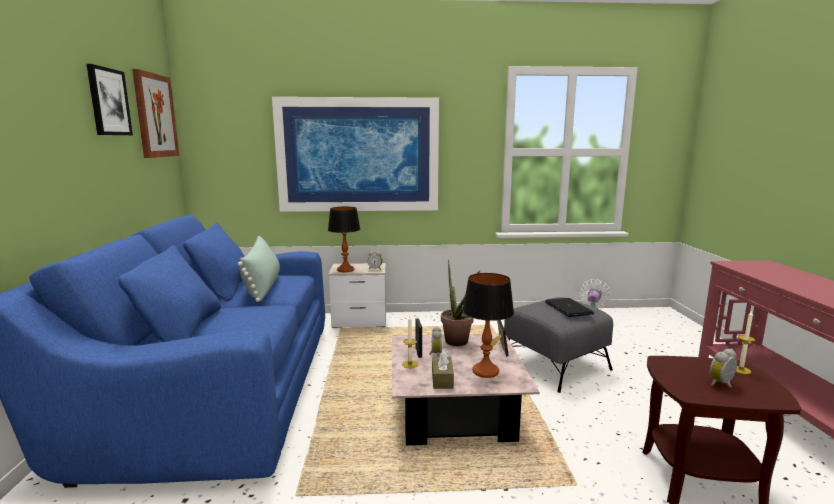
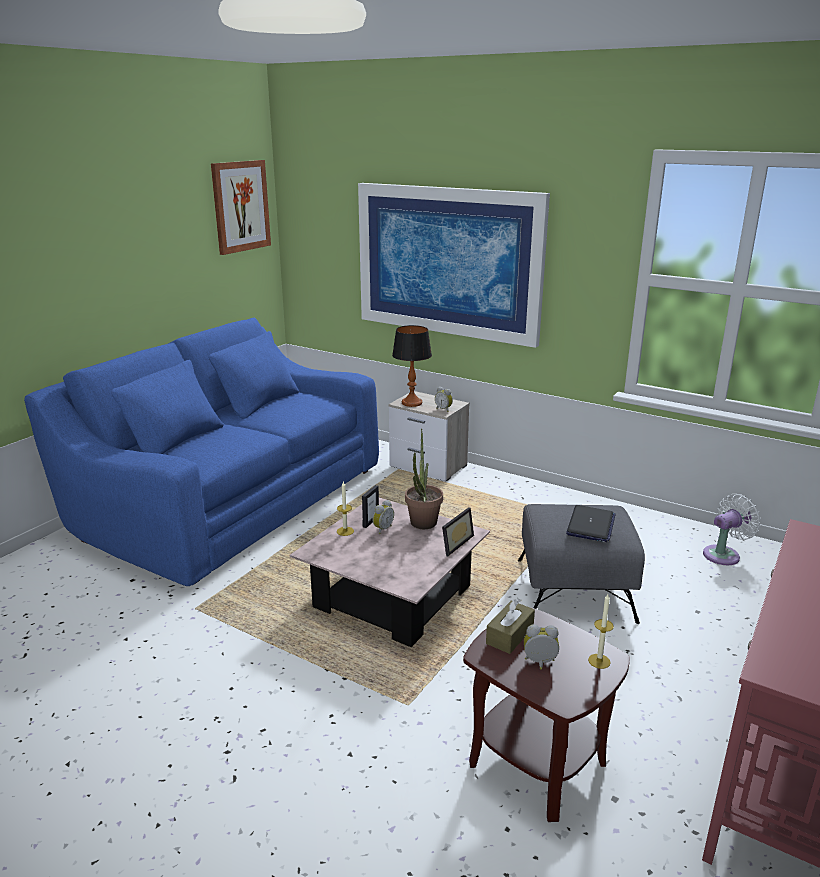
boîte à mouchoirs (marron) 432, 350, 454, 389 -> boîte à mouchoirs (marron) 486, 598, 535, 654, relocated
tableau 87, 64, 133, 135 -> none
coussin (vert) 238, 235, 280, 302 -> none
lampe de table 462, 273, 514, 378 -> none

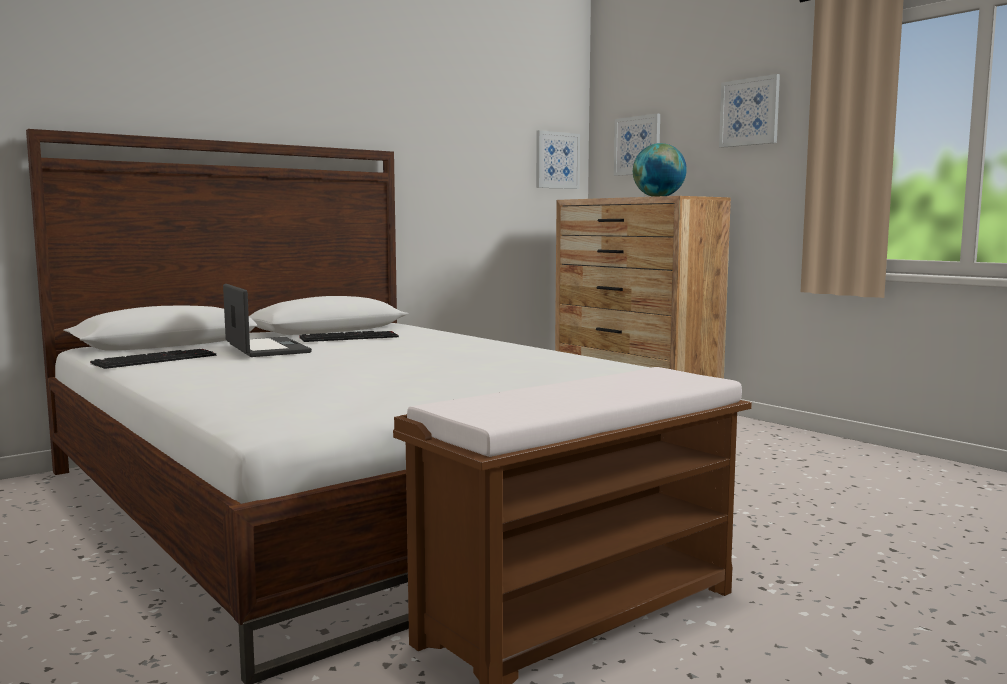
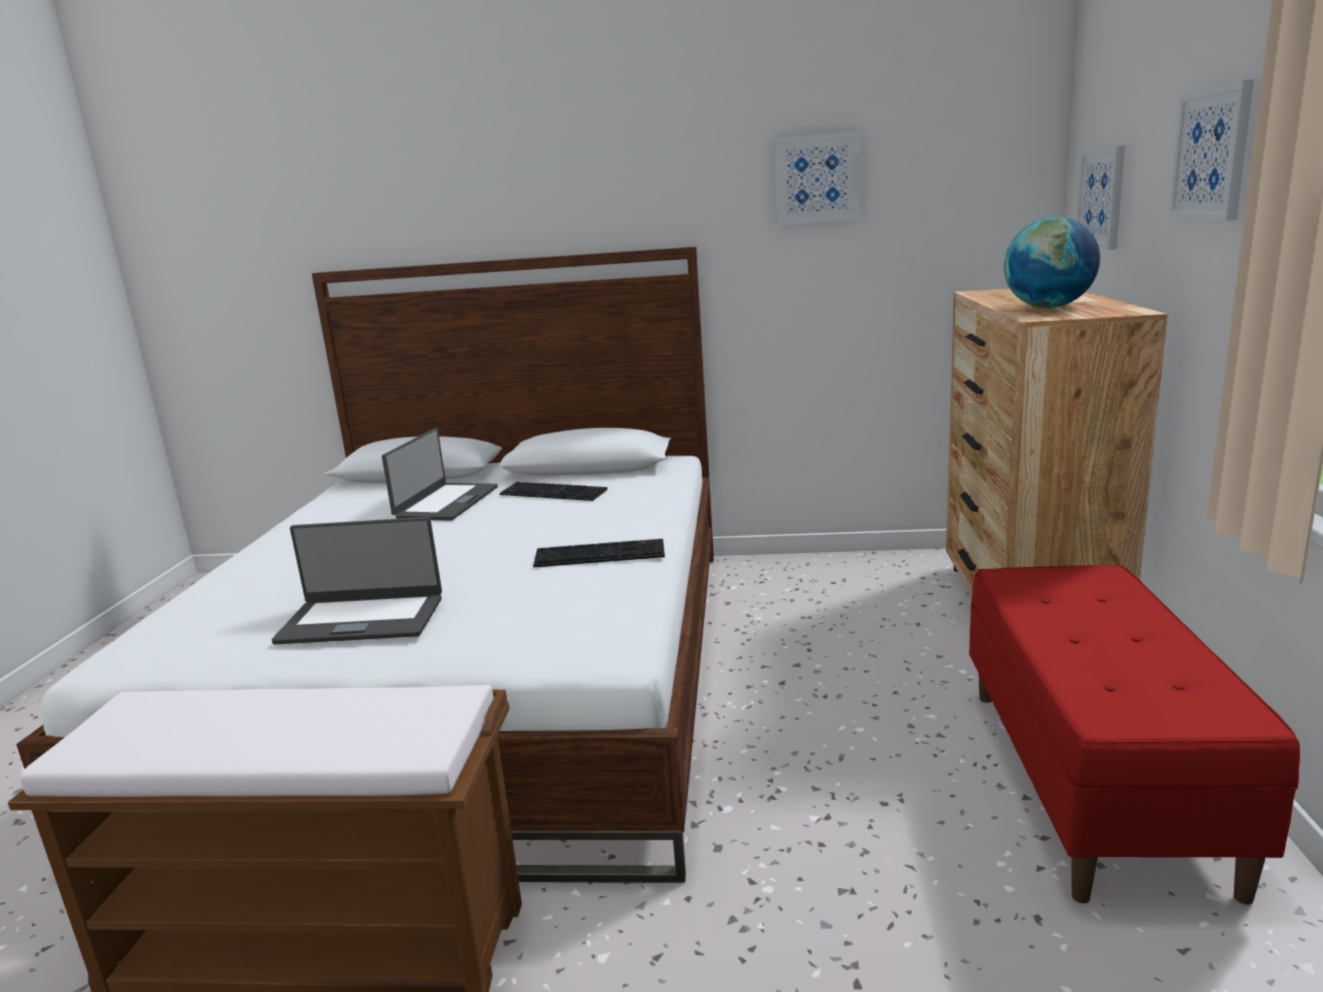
none -> ordinateur portable 272, 517, 442, 644
clavier 90, 349, 216, 369 -> clavier 533, 539, 665, 567, relocated
tableau 536, 130, 580, 189 -> tableau 774, 131, 860, 225, relocated
none -> banc (rouge) 969, 565, 1300, 905

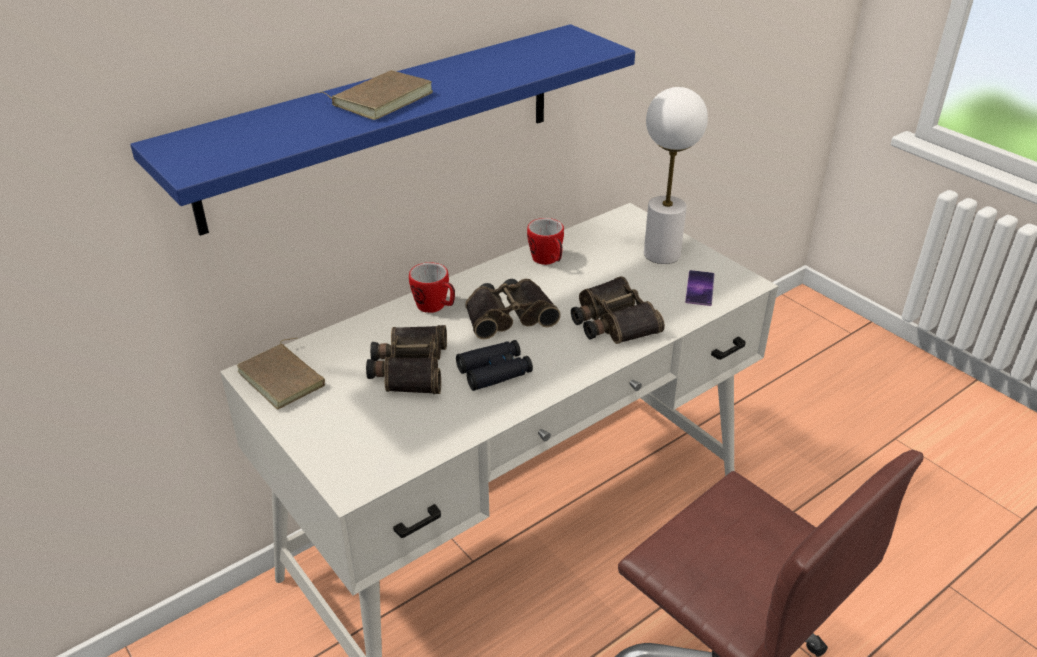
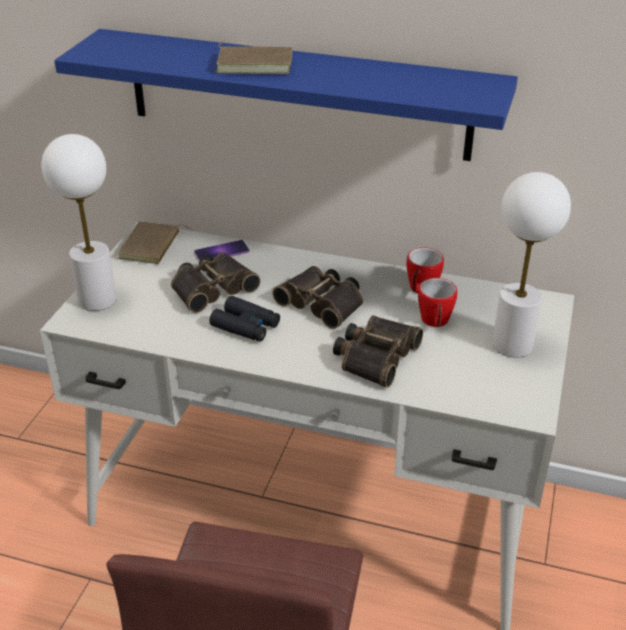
none -> lampe de table (blanc) 41, 134, 116, 311
téléphone 685, 270, 714, 306 -> téléphone 194, 240, 250, 261, relocated
mug 409, 262, 455, 313 -> mug 418, 278, 457, 327, relocated

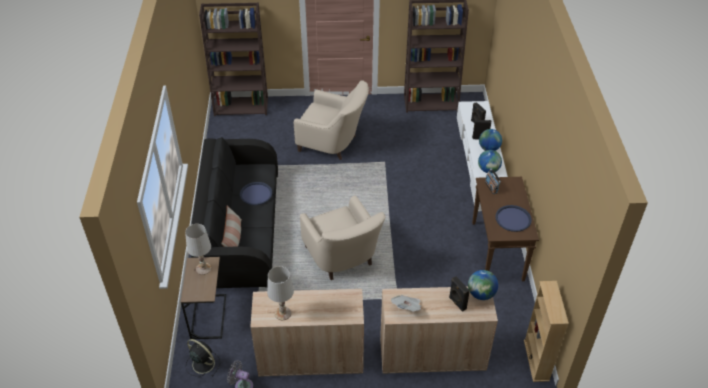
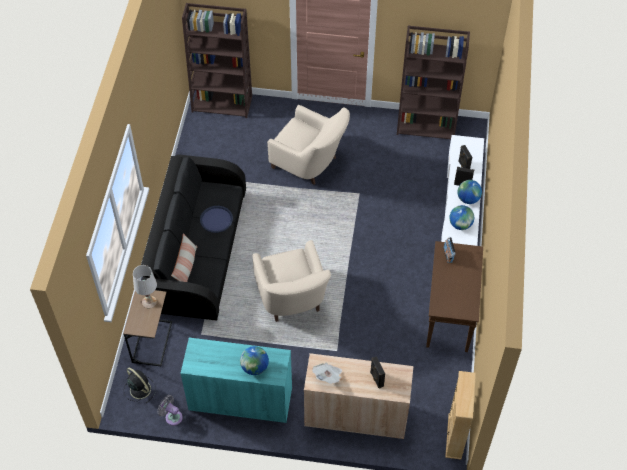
meuble de rangement (beige) 250, 289, 364, 377 -> meuble de rangement (turquoise) 180, 338, 292, 423
globe 468, 270, 498, 300 -> globe 240, 346, 269, 375, relocated
lampe de table (blanc) 267, 266, 294, 320 -> none
plateau (bleu) 495, 205, 532, 232 -> none

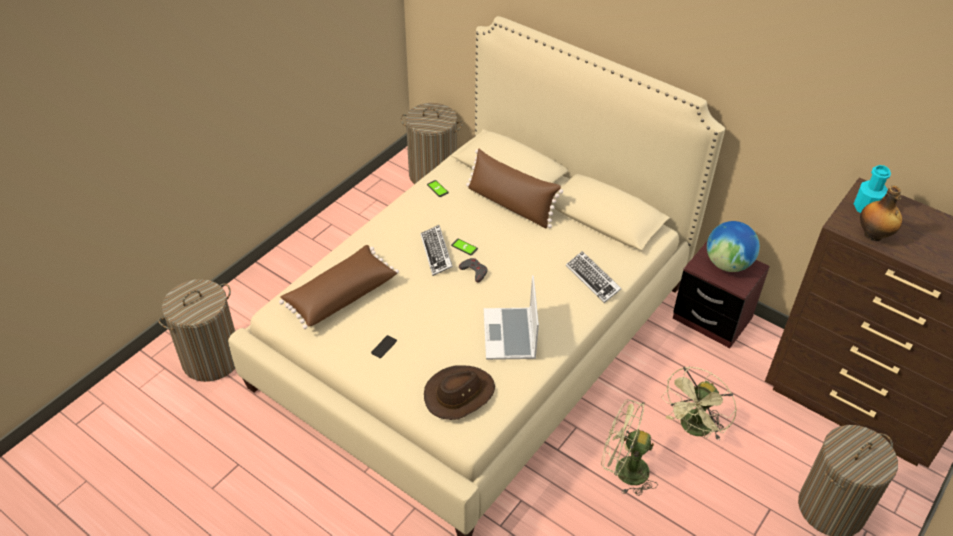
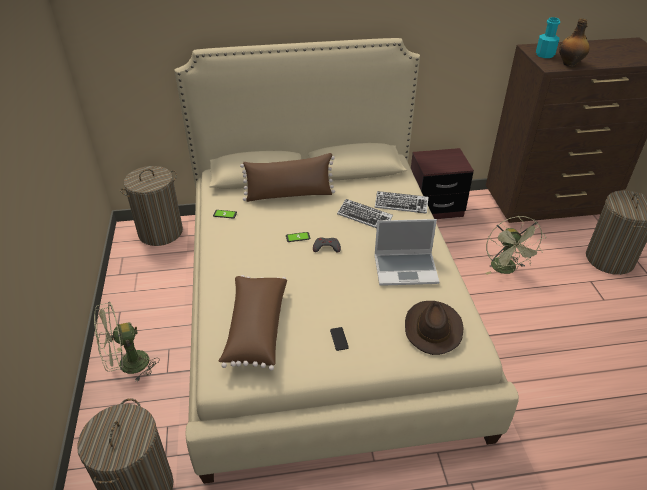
ventilateur (vert) 601, 399, 658, 496 -> ventilateur (vert) 94, 302, 159, 382, relocated
clavier 420, 225, 453, 276 -> clavier 337, 199, 393, 228, relocated
ordinateur portable 484, 275, 539, 360 -> ordinateur portable 374, 219, 439, 286, 45 degrees counterclockwise
globe 707, 221, 760, 272 -> none

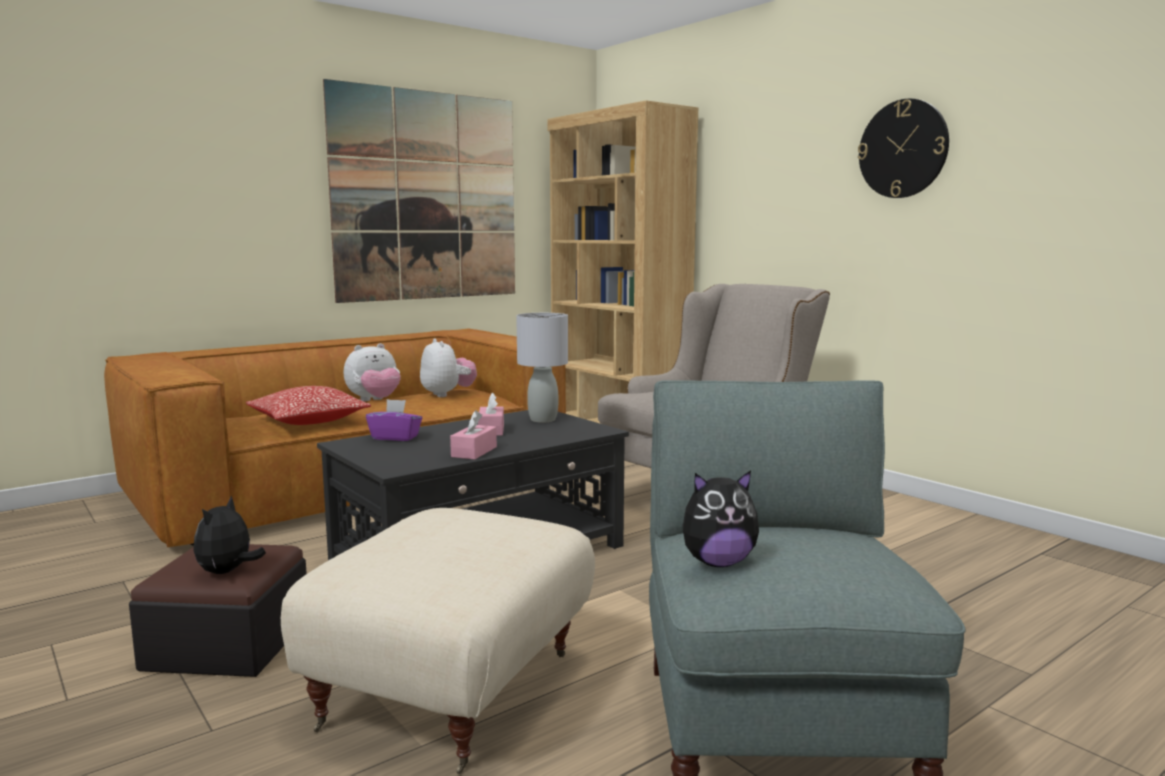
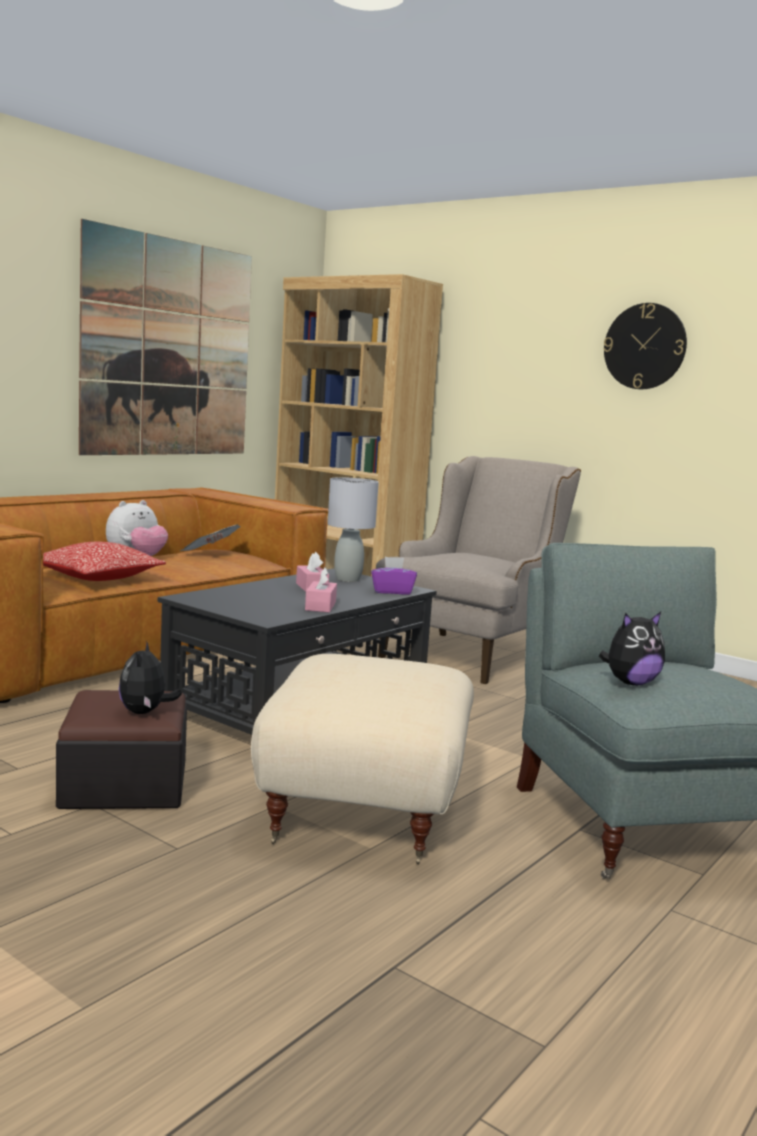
peluche 420, 339, 477, 397 -> journal 180, 524, 241, 551
boîte à mouchoirs (violet) 366, 399, 422, 441 -> boîte à mouchoirs (violet) 371, 557, 417, 595, relocated

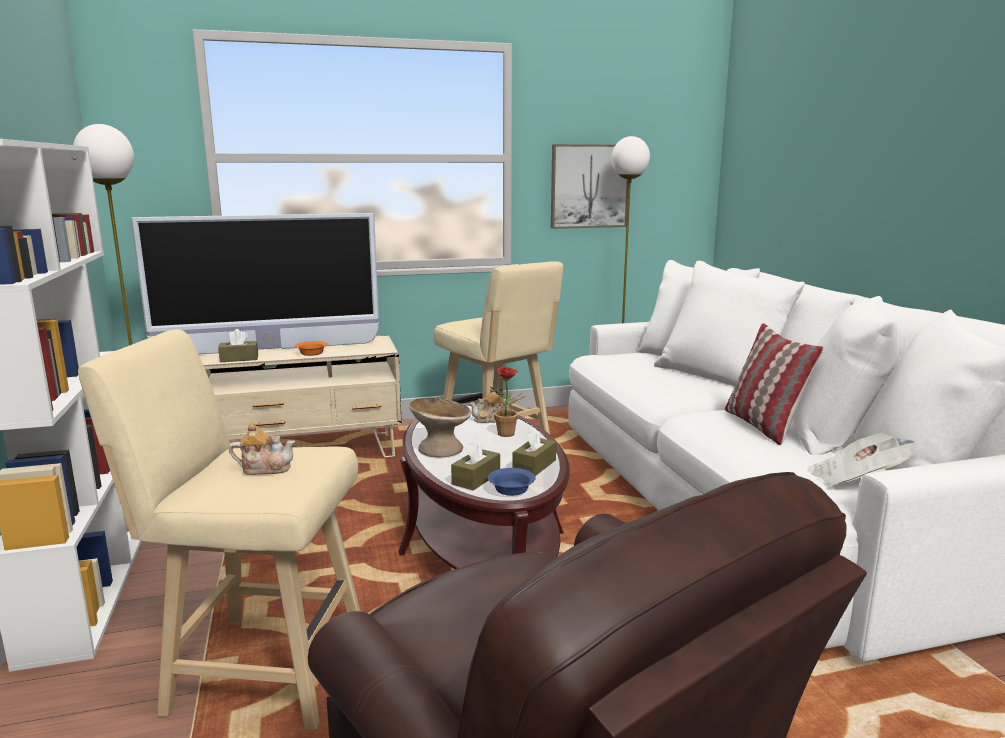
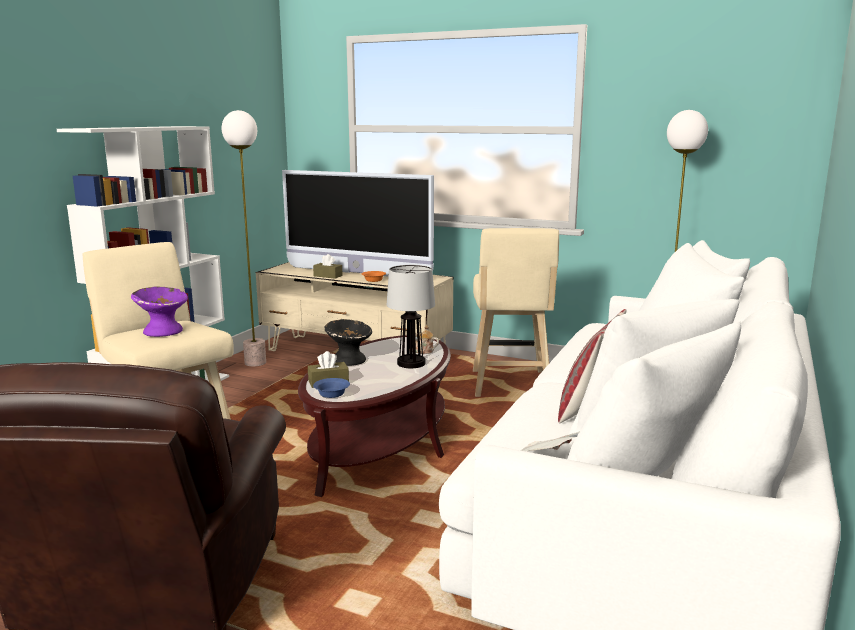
théière 229, 423, 296, 475 -> bol (violet) 131, 287, 188, 337
bol (beige) 409, 397, 472, 457 -> bol (noir) 324, 319, 372, 366
plante en pot 490, 367, 526, 437 -> lampe de table 387, 265, 435, 368
boîte à mouchoirs (marron) 512, 427, 556, 476 -> none
tableau 551, 144, 628, 229 -> none

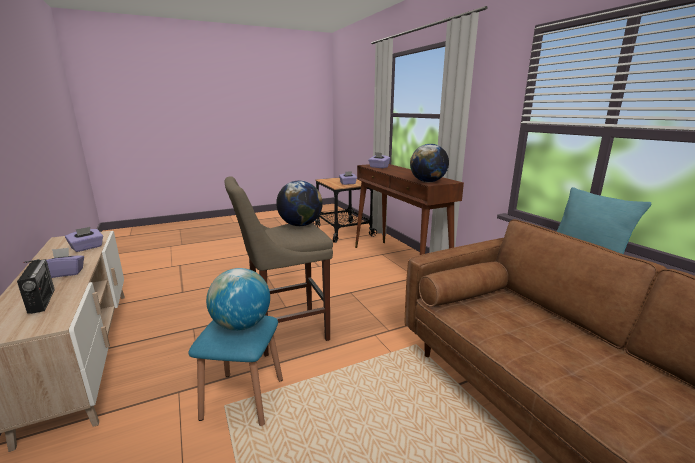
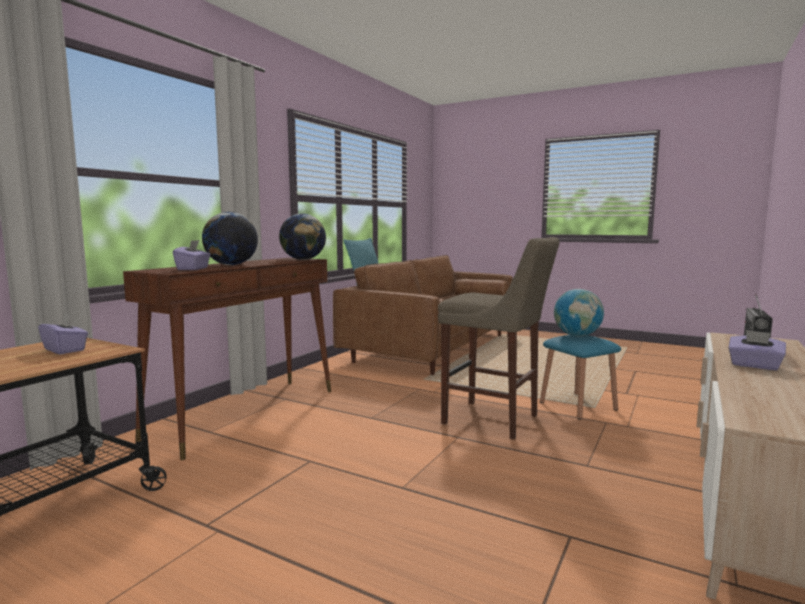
globe 276, 180, 323, 226 -> globe 202, 212, 258, 265, relocated
boîte à mouchoirs (violet) 65, 227, 103, 252 -> none

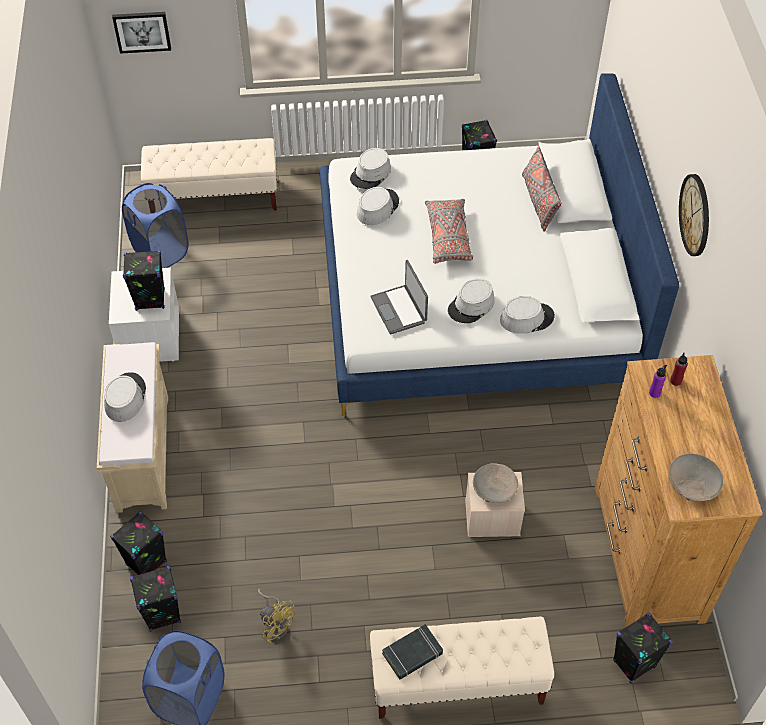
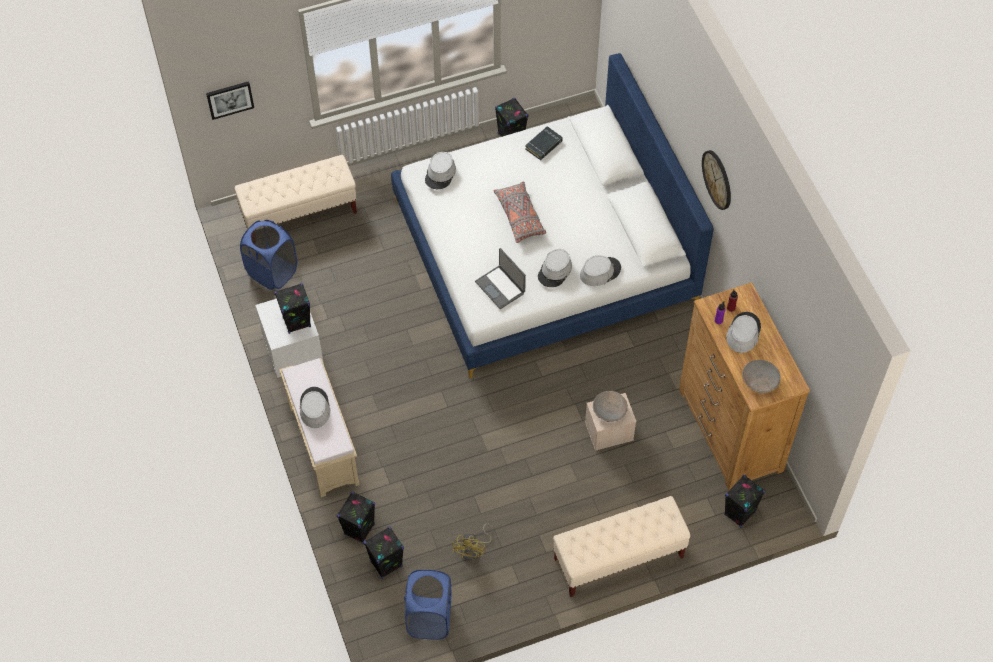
ventilateur (jaune) 258, 589, 295, 643 -> ventilateur (jaune) 452, 523, 492, 560, 75 degrees clockwise
livre (noir) 382, 624, 443, 680 -> livre (noir) 525, 126, 563, 160, relocated
chapeau (gris) 357, 187, 399, 225 -> chapeau (gris) 727, 312, 761, 353, relocated
coussin (gris) 522, 146, 562, 232 -> none

